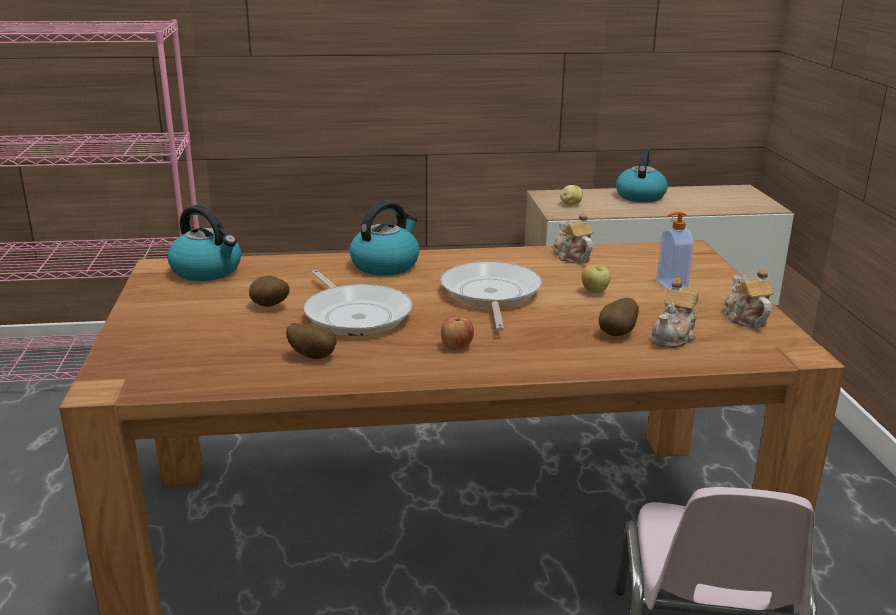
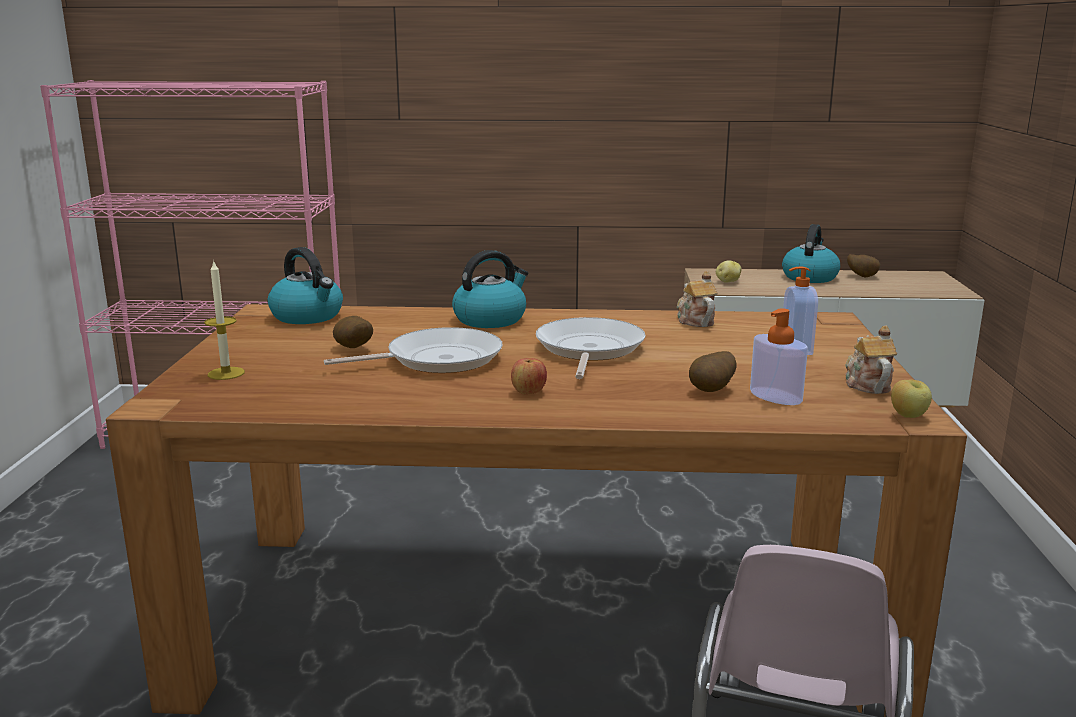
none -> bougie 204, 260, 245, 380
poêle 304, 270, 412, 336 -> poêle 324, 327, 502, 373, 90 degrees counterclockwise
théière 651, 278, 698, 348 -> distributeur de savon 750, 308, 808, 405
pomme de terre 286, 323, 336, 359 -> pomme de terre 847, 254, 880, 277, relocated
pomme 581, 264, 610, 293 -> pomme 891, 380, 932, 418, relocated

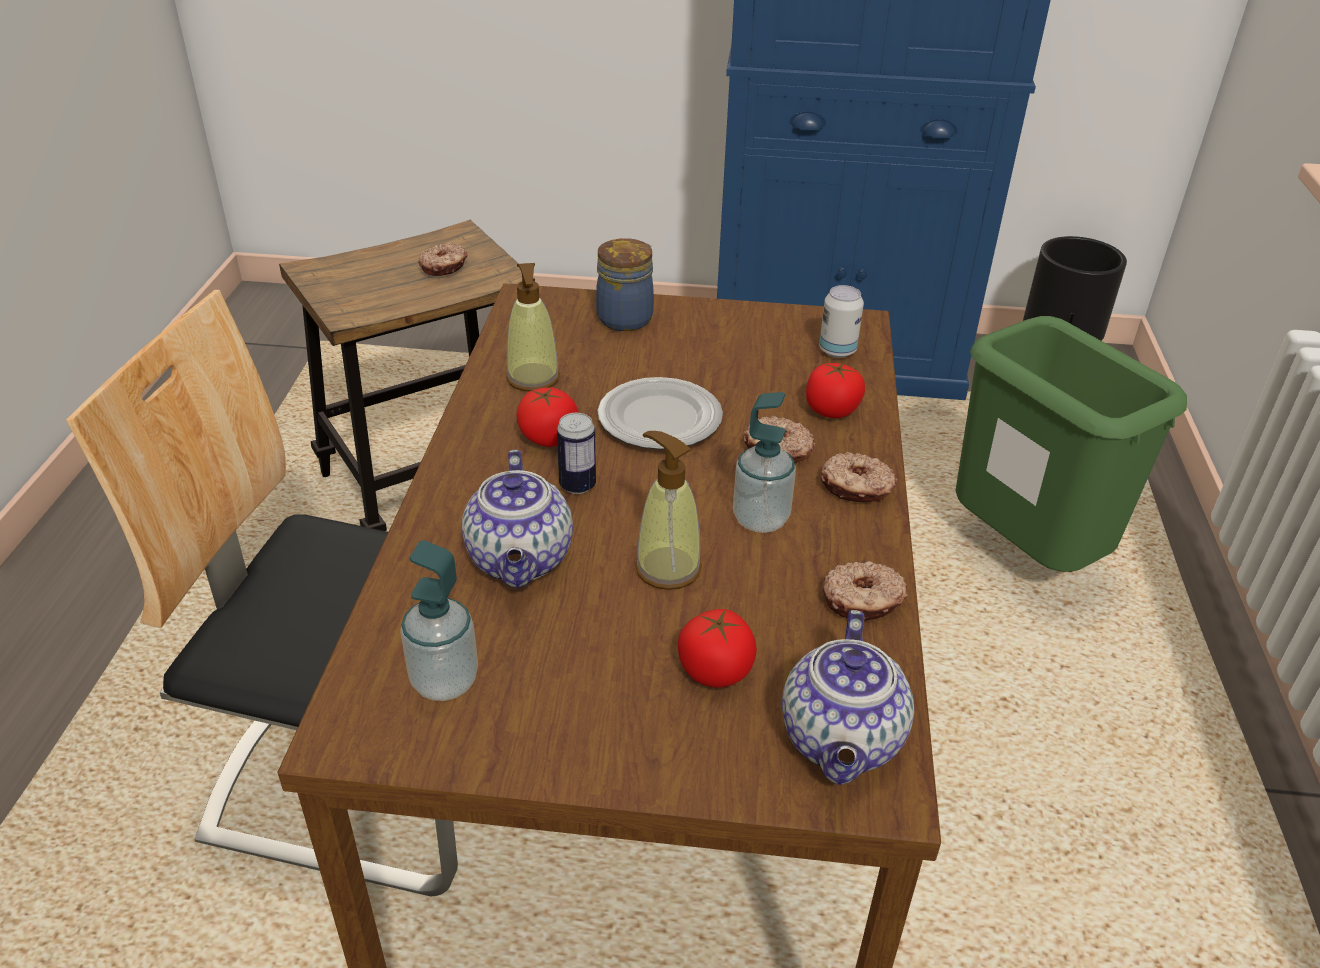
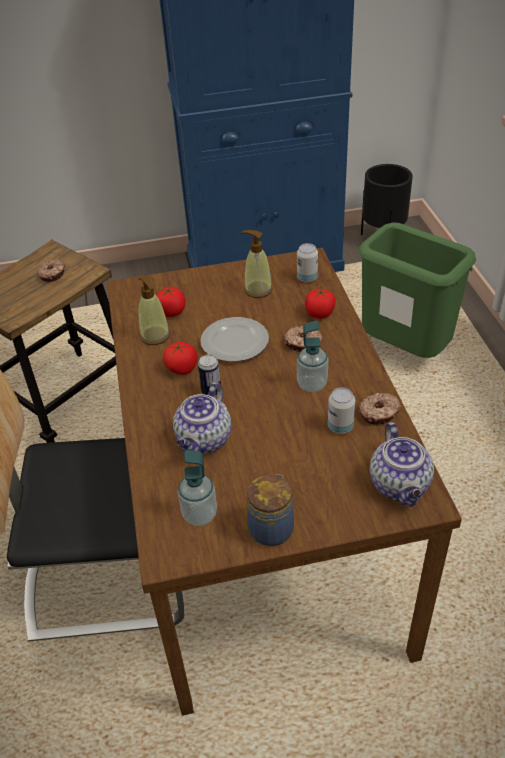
tomate 678, 609, 757, 688 -> tomate 156, 286, 186, 317, relocated
théière 462, 450, 573, 588 -> théière 173, 382, 232, 454, 45 degrees clockwise
distributeur de savon 635, 431, 702, 590 -> distributeur de savon 241, 230, 273, 298, relocated
bocal 596, 238, 654, 331 -> bocal 247, 474, 294, 546, relocated
none -> boîte métallique 328, 387, 355, 434
beignet 821, 452, 897, 502 -> none

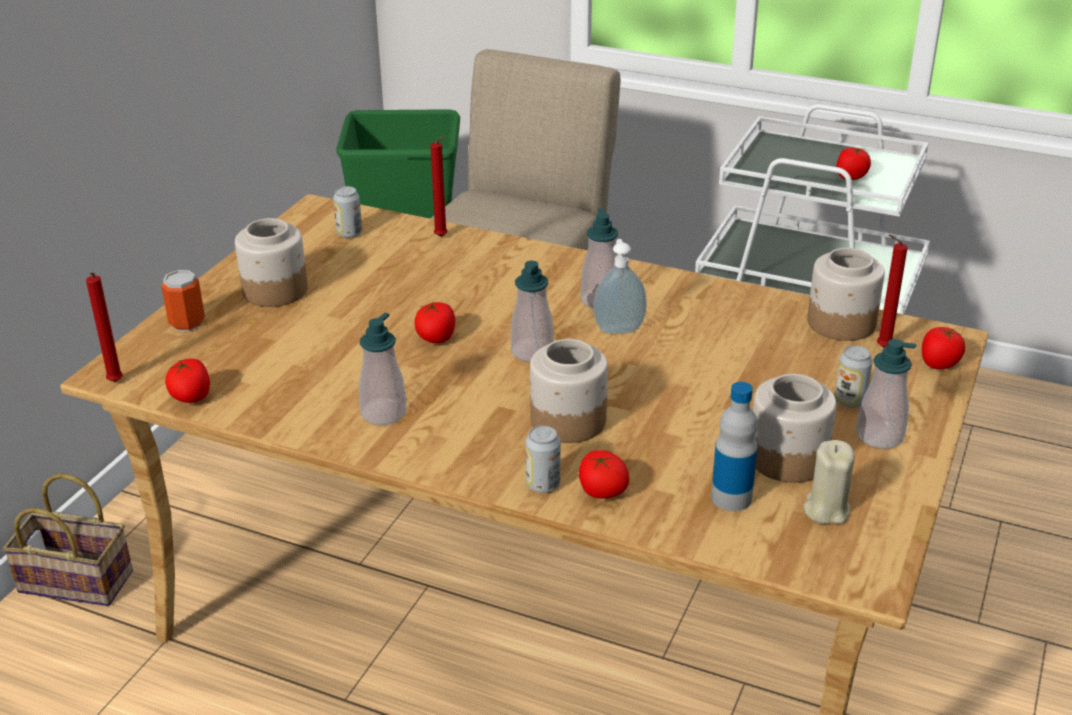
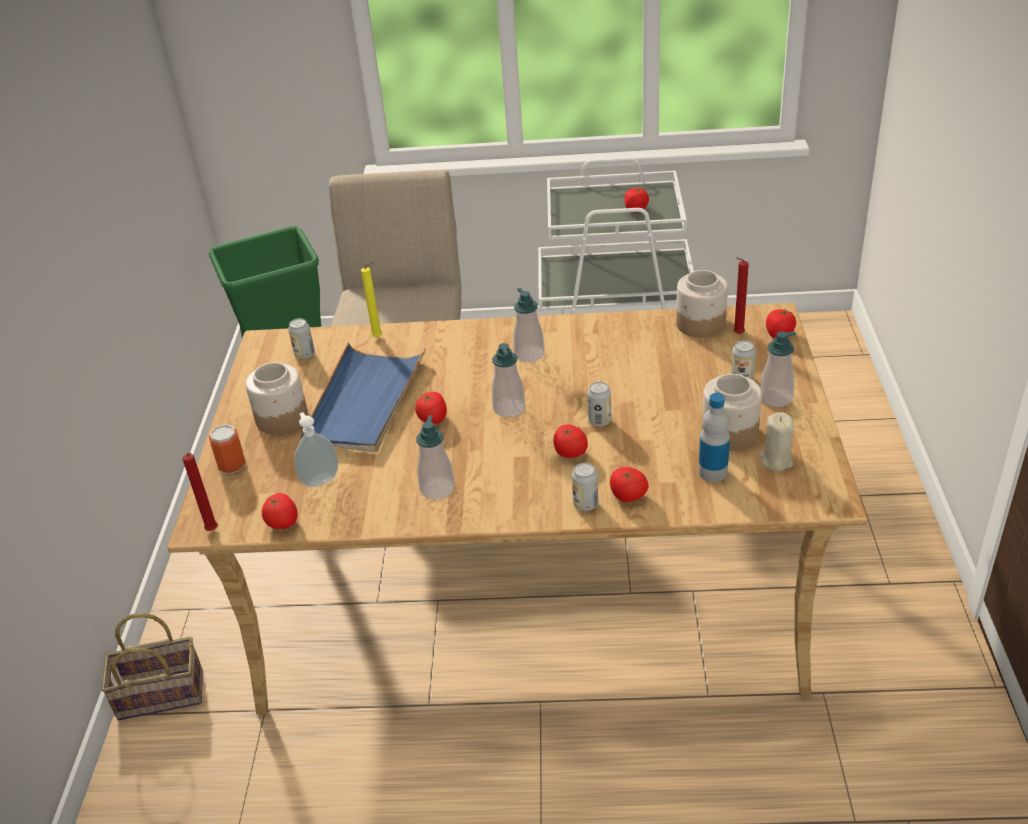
distributeur de savon 594, 239, 647, 334 -> distributeur de savon 294, 412, 338, 487, relocated
none -> plateau (bleu) 301, 343, 426, 452
bougie (rouge) 430, 136, 448, 237 -> bougie (jaune) 361, 262, 382, 338
bocal 530, 339, 608, 443 -> tomate 553, 425, 588, 458
none -> boîte métallique 587, 382, 611, 427

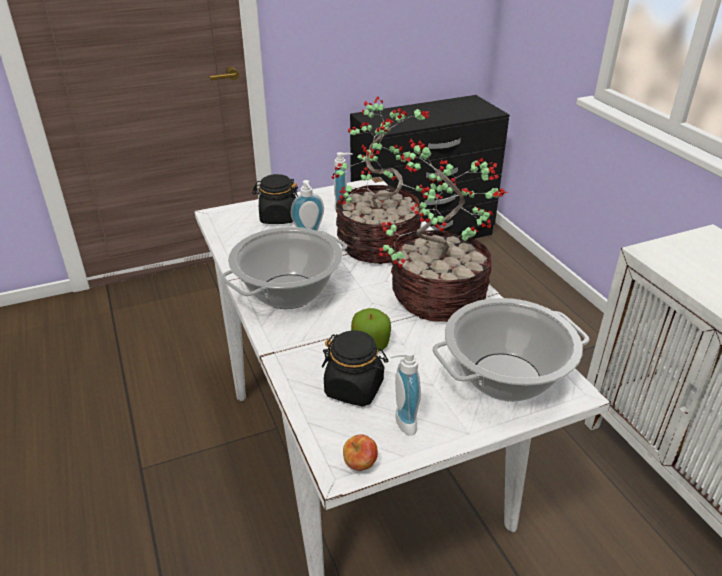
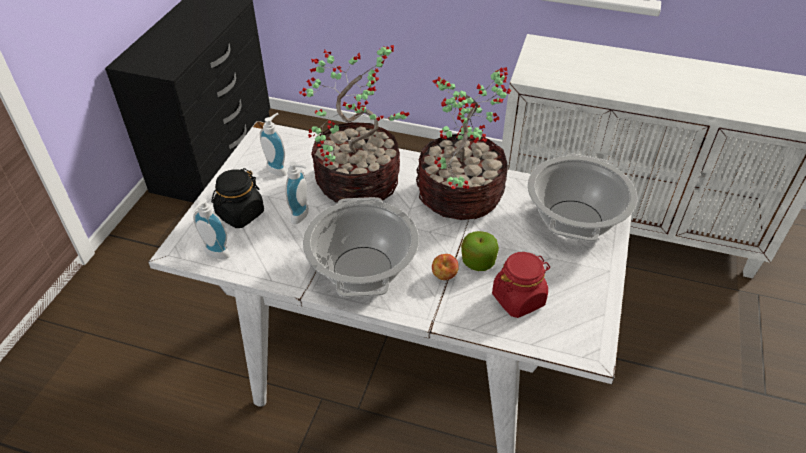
distributeur de savon 390, 349, 421, 436 -> distributeur de savon 193, 199, 230, 259, relocated
pomme 343, 434, 378, 471 -> pomme 432, 254, 459, 280, relocated
bocal (noir) 322, 331, 388, 406 -> bocal (rouge) 492, 252, 550, 318

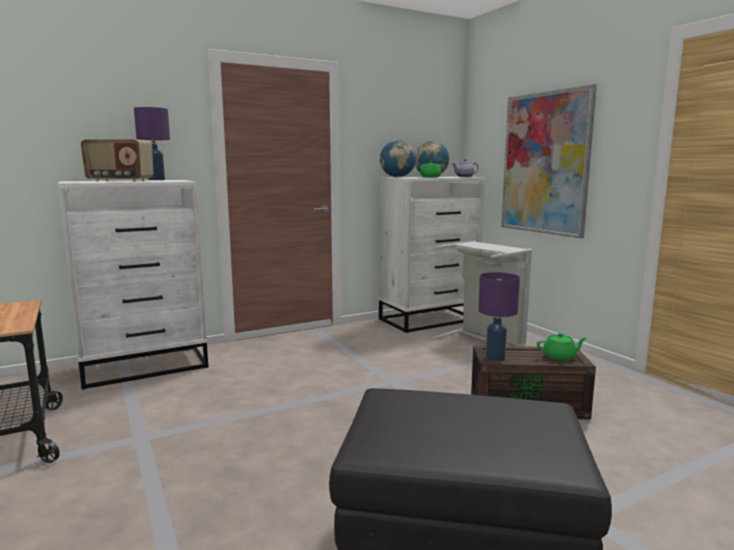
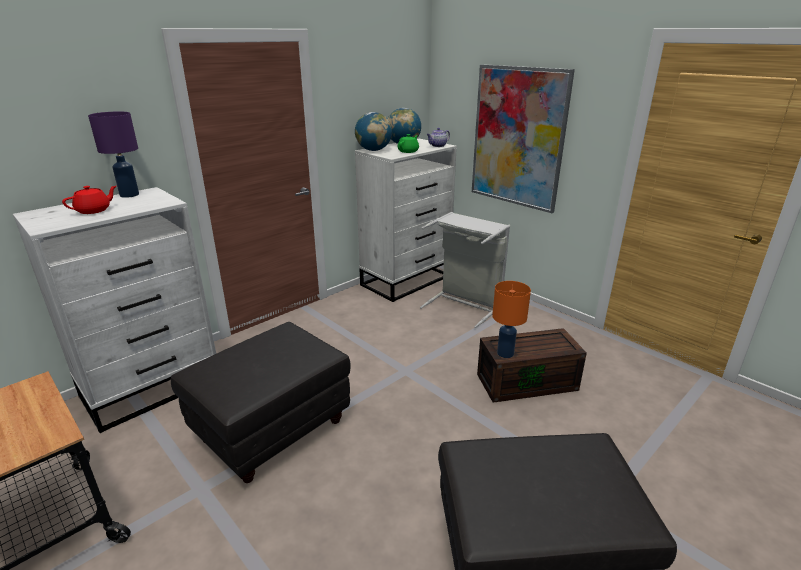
radio 81, 139, 153, 182 -> théière (rouge) 62, 186, 116, 214
none -> pouf (noir) 171, 322, 351, 483
lampe de table (violet) 478, 272, 520, 361 -> lampe de table (orange) 492, 281, 531, 358
théière (vert) 537, 333, 587, 361 -> none

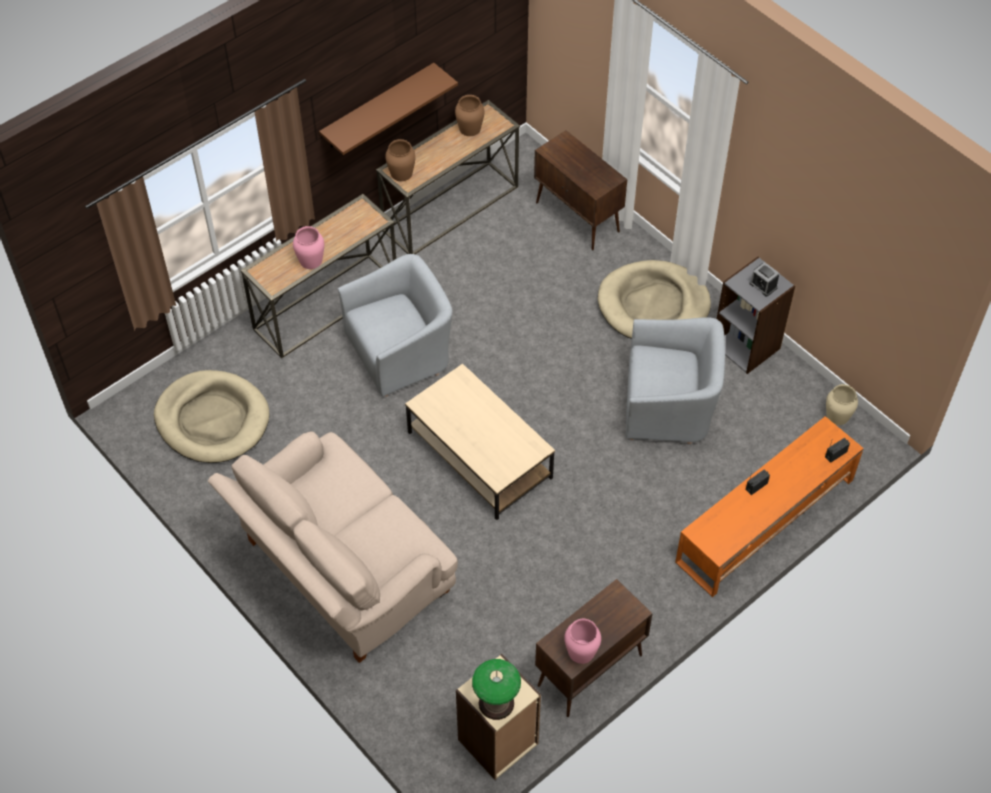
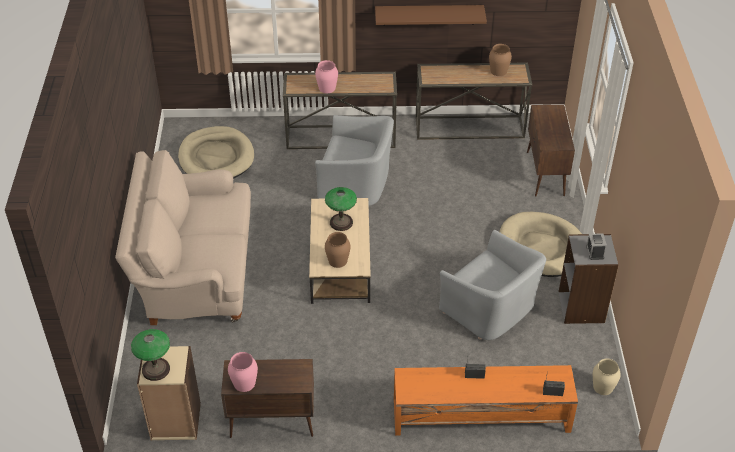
none -> lampe de table 325, 187, 357, 231
vase (marron) 385, 139, 416, 181 -> vase (marron) 325, 232, 350, 268, relocated

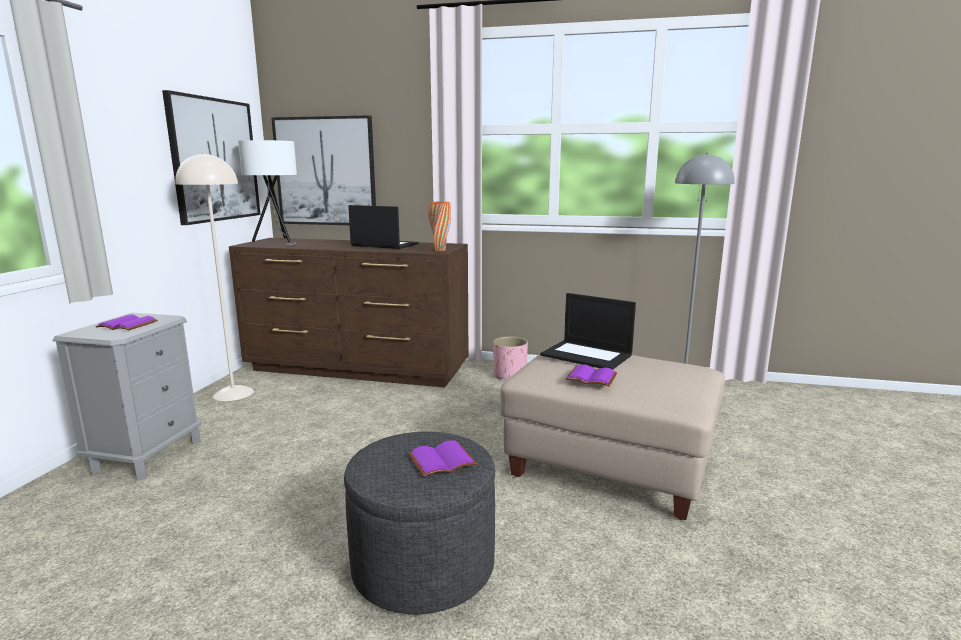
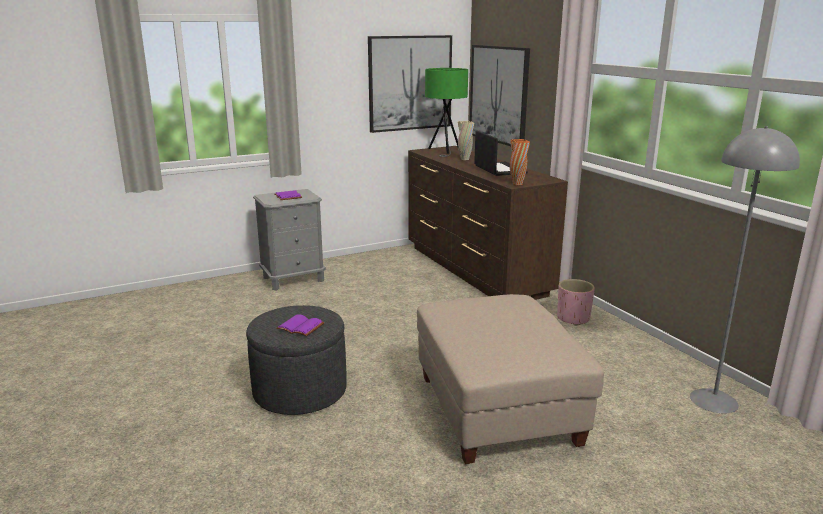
lampe de table (blanc) 238, 140, 297, 245 -> lampe de table (vert) 425, 68, 468, 157
none -> vase (beige) 458, 121, 474, 160
lampadaire (beige) 175, 152, 254, 401 -> none
ordinateur portable 540, 293, 636, 369 -> none
livre (violet) 566, 364, 617, 386 -> none

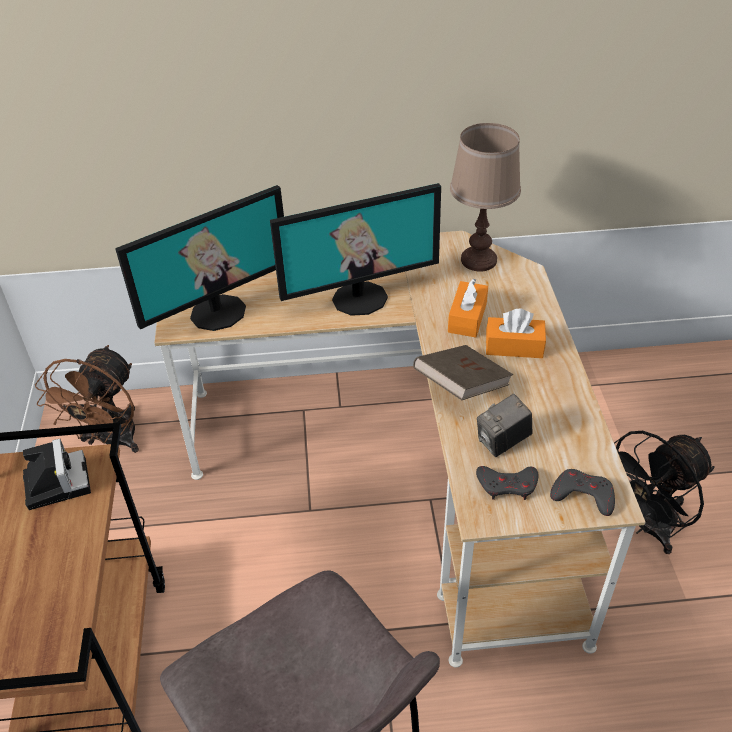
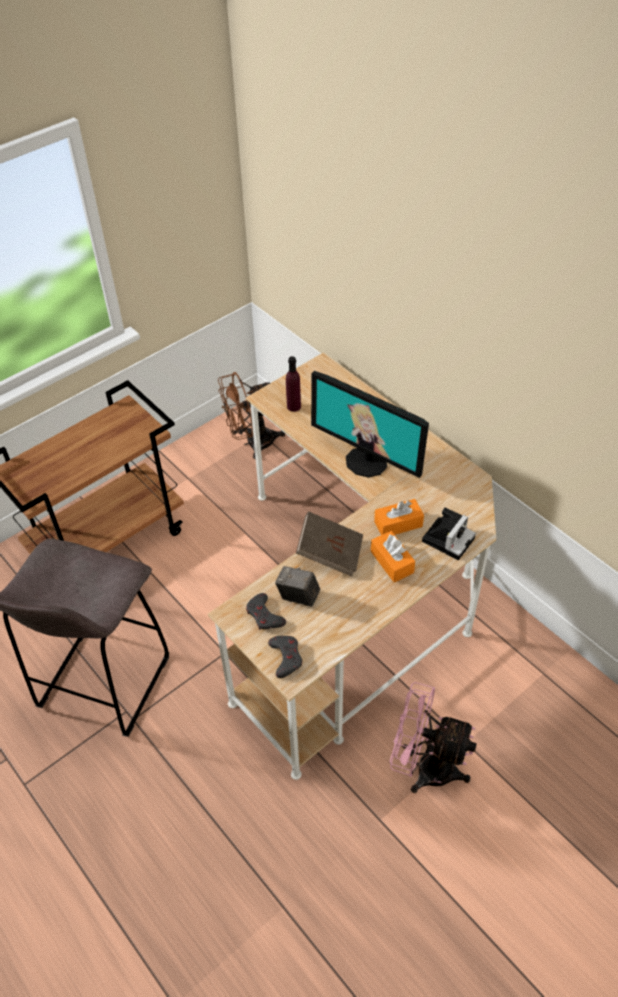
écran d'ordinateur 115, 185, 284, 331 -> bouteille (violet) 286, 356, 301, 412
ventilateur (noir) 614, 431, 715, 554 -> ventilateur (rose) 390, 682, 477, 793
appareil photo 23, 439, 91, 510 -> appareil photo 422, 508, 476, 560, relocated
lampe de table (marron) 450, 123, 521, 271 -> none

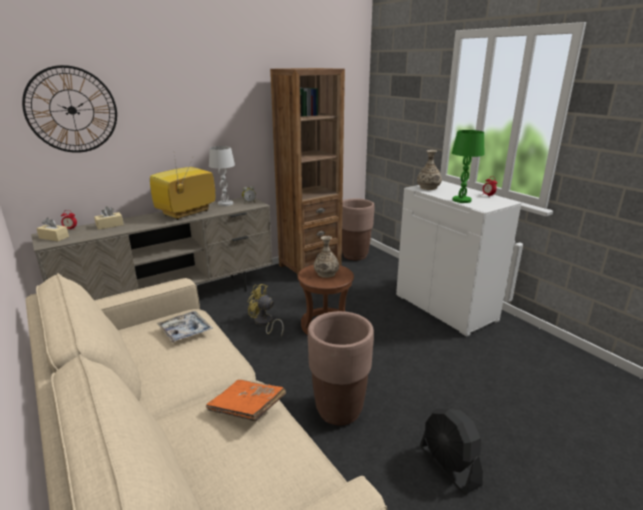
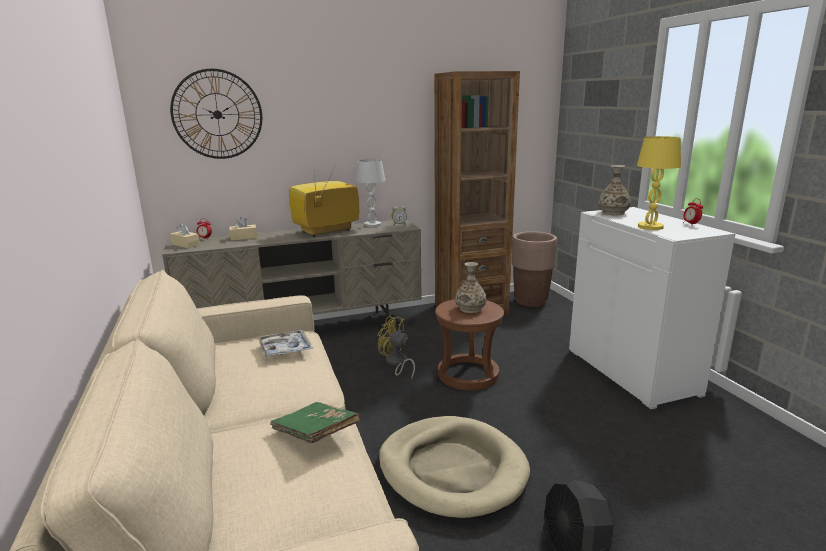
livre (orange) 206, 380, 286, 421 -> livre (vert) 270, 402, 360, 443
cache-pot (marron) 308, 311, 374, 425 -> panier pour chien (beige) 379, 416, 530, 520
lampe de table (vert) 452, 130, 484, 203 -> lampe de table (jaune) 637, 136, 681, 230

